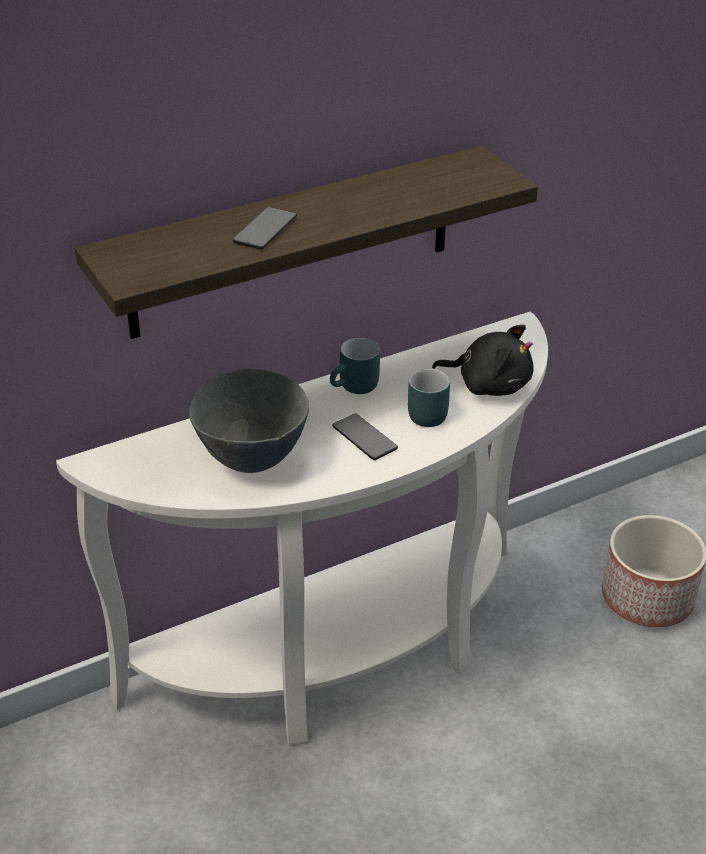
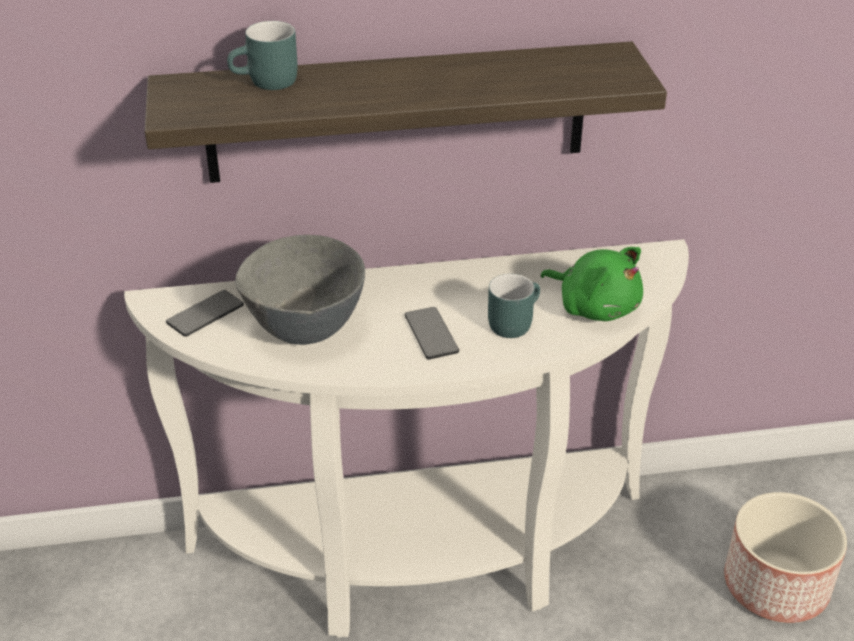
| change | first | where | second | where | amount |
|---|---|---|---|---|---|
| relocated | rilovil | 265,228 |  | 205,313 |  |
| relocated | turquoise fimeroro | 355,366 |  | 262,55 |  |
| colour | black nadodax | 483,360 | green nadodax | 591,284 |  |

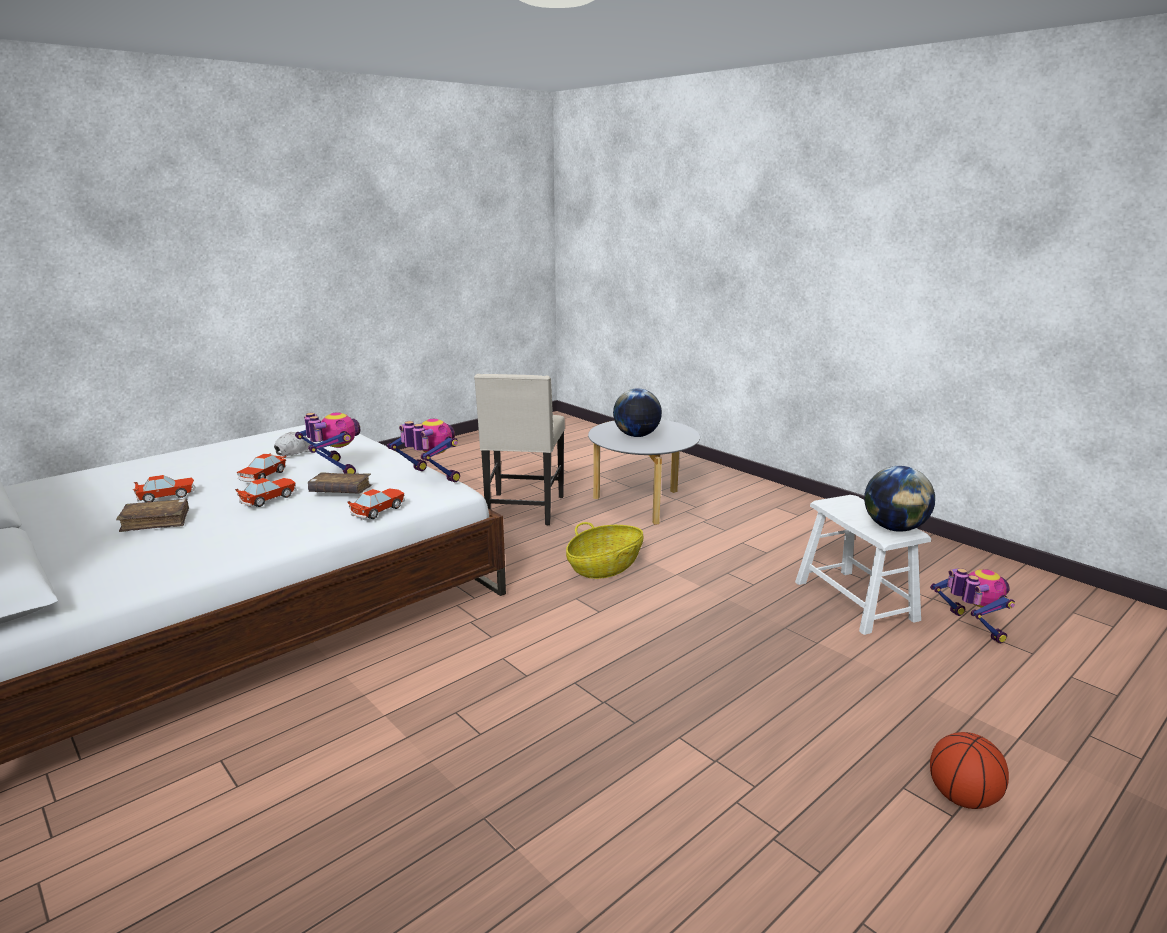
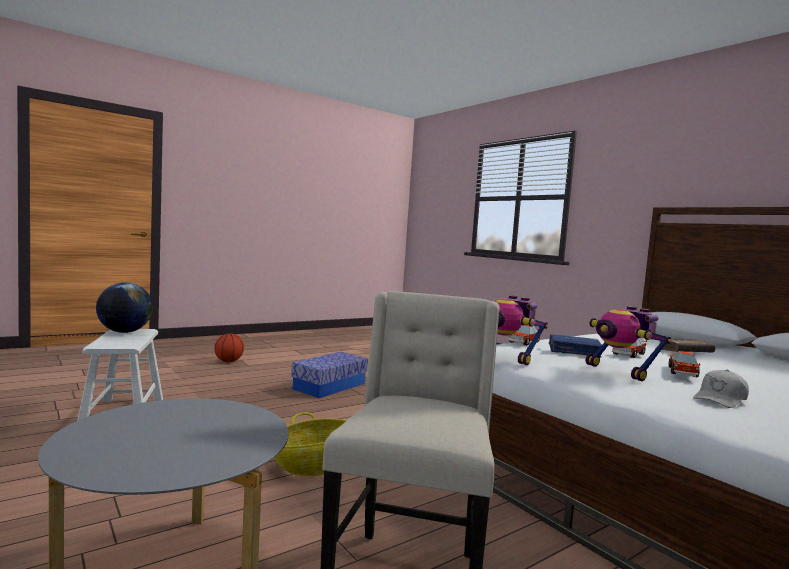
| change | first | where | second | where | amount |
|---|---|---|---|---|---|
| missing | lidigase | 164,488 |  |  |  |
| missing | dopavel | 637,412 |  |  |  |
| missing | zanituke | 972,606 |  |  |  |
| appeared |  |  | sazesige | 329,375 |  |
| colour | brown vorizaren | 340,483 | blue vorizaren | 575,346 |  |

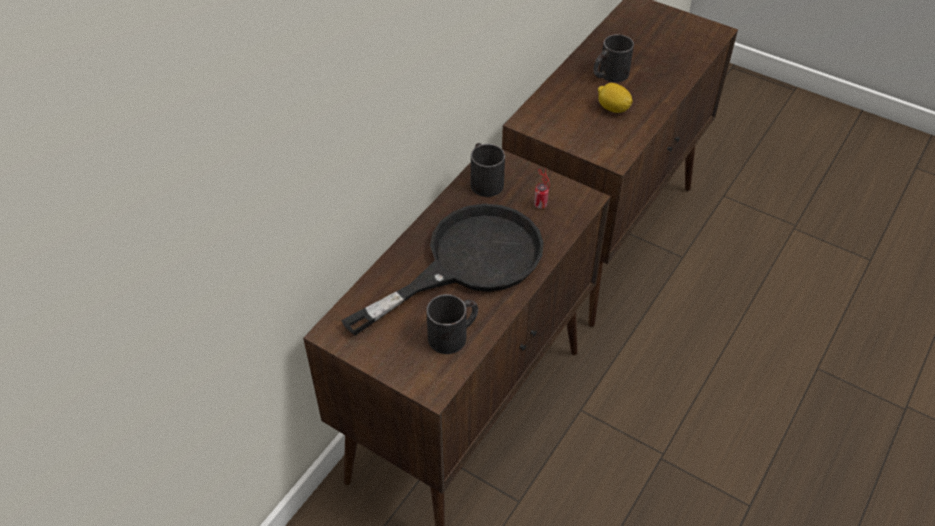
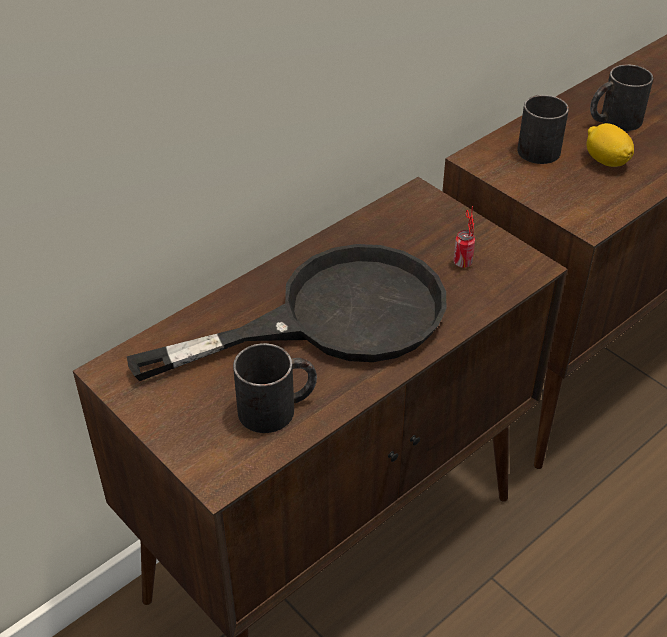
| change | first | where | second | where | amount |
|---|---|---|---|---|---|
| relocated | black fimeroro | 488,170 |  | 543,129 |  |

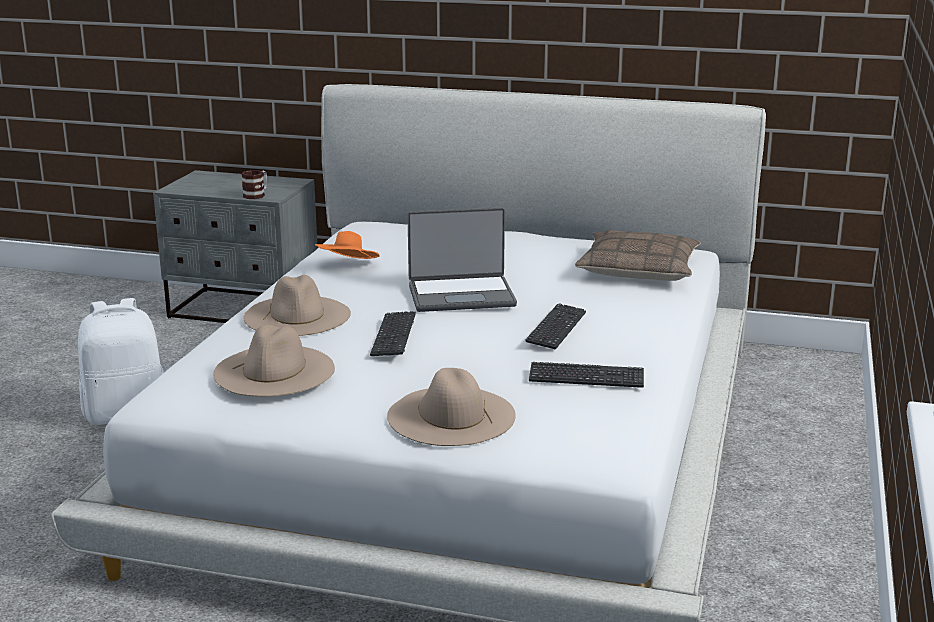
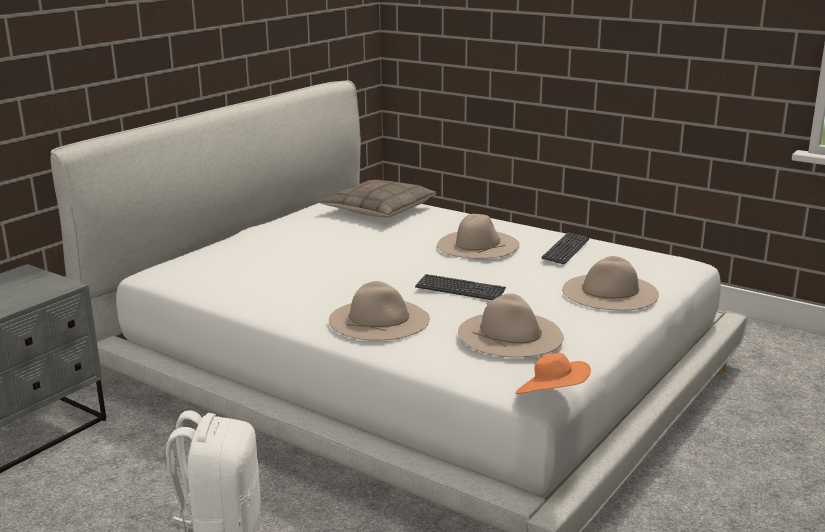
| change | first | where | second | where | amount |
|---|---|---|---|---|---|
| missing | fimeroro | 254,184 |  |  |  |
| missing | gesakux | 462,259 |  |  |  |
| relocated | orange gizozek | 347,245 |  | 553,373 |  |
| exchanged | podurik | 555,326 | beige gizozek | 478,236 |  |

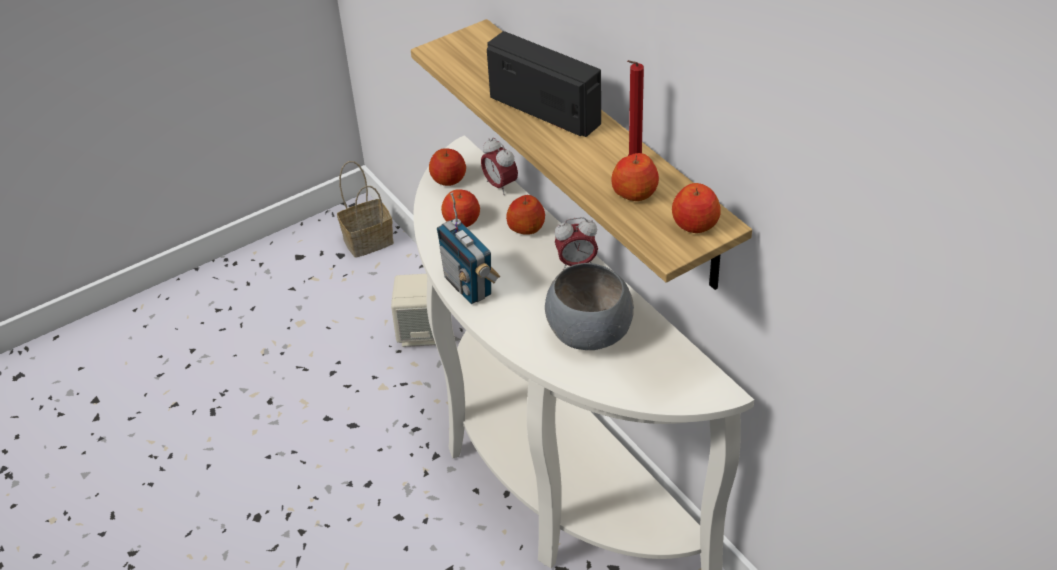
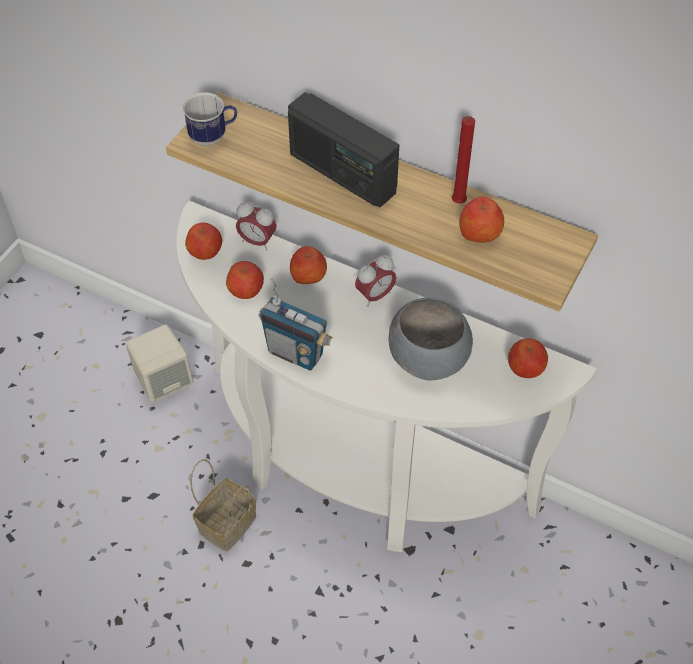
| change | first | where | second | where | amount |
|---|---|---|---|---|---|
| appeared |  |  | fimeroro | 209,119 |  |
| relocated | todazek | 365,209 |  | 223,505 |  |
| relocated | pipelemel | 696,208 |  | 528,358 |  |
| spun | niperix | 544,84 |  | 343,149 | 150 degrees counterclockwise |

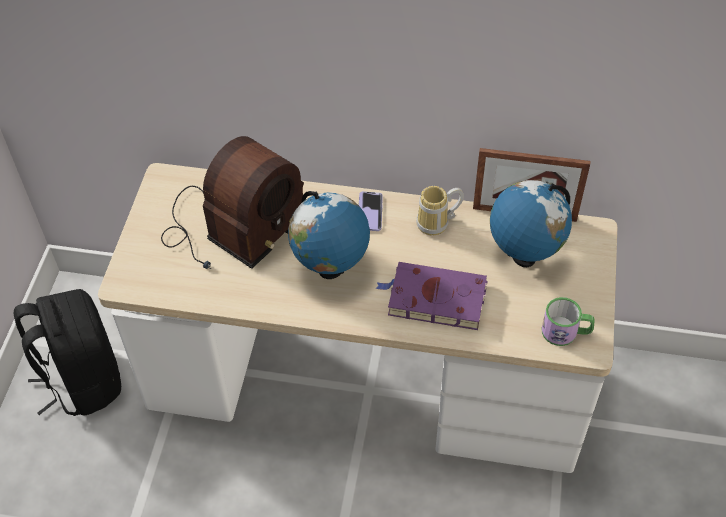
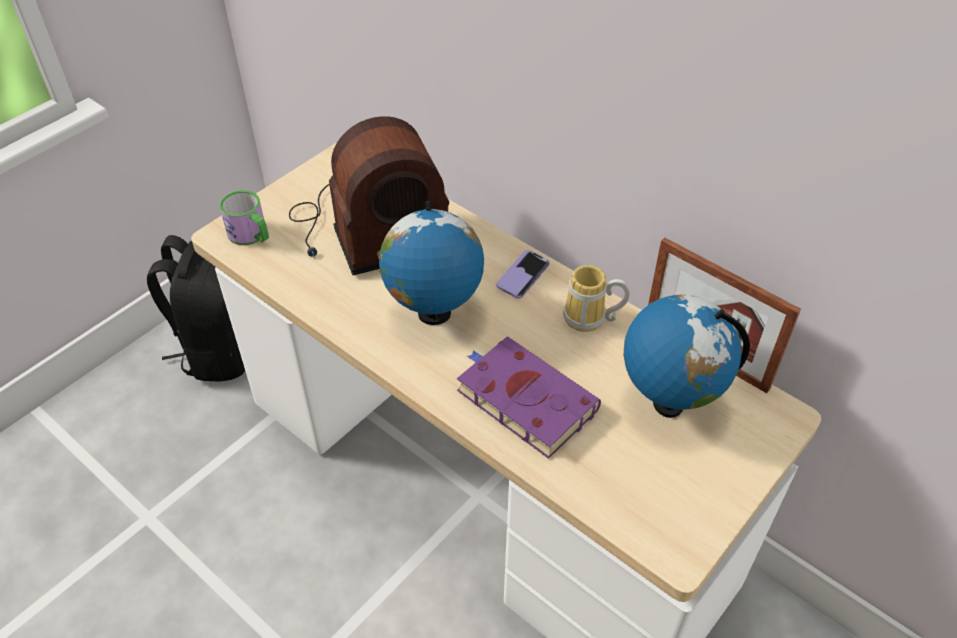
| change | first | where | second | where | amount |
|---|---|---|---|---|---|
| relocated | fimeroro | 568,321 |  | 244,217 |  |

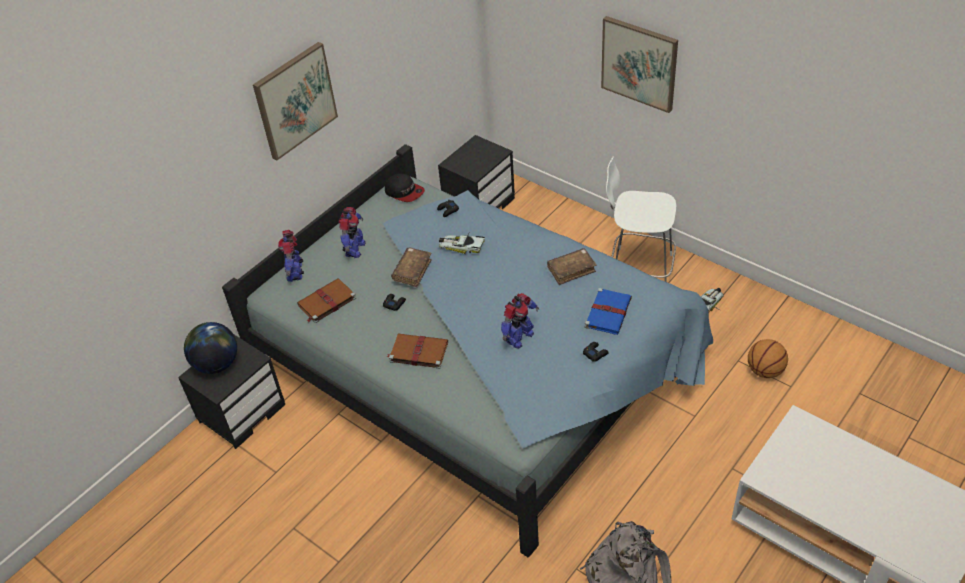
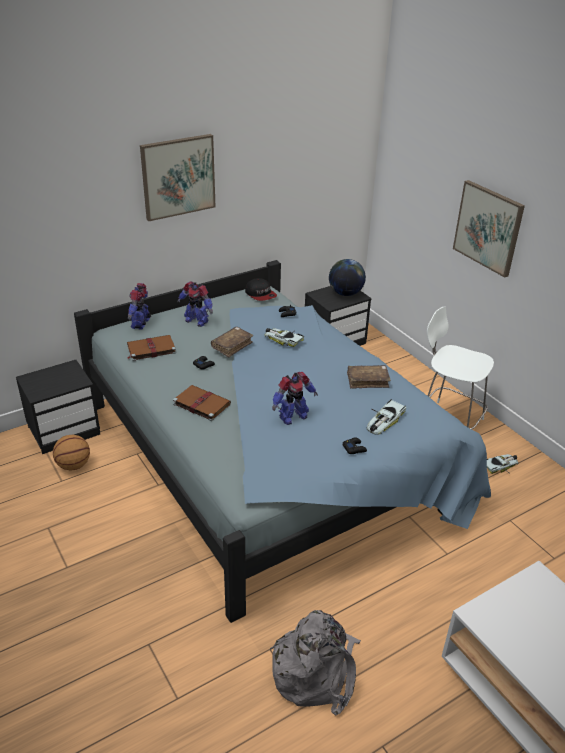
| change | first | where | second | where | amount |
|---|---|---|---|---|---|
| relocated | dopavel | 210,348 |  | 347,277 |  |
| relocated | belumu | 768,358 |  | 71,452 |  |
| exchanged | blue vorizaren | 608,311 | lidigase | 386,417 |  |
| spun | zanituke | 352,232 |  | 195,304 | 90 degrees clockwise |

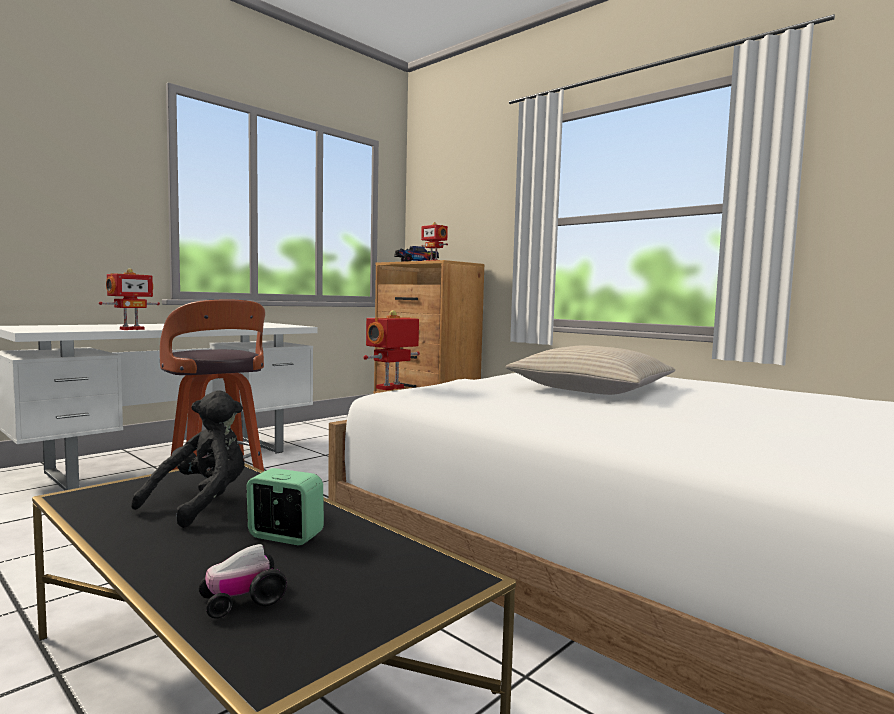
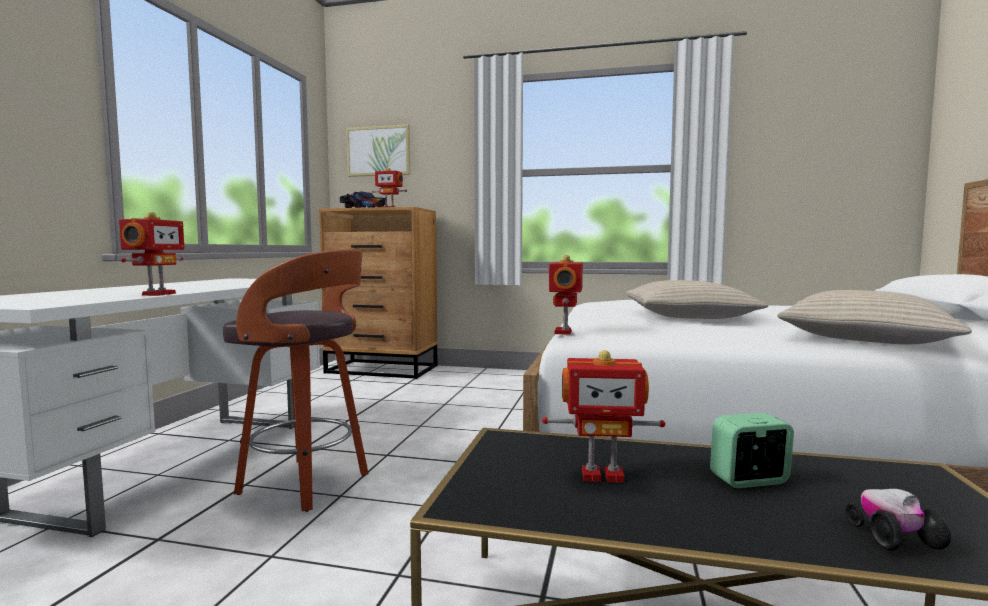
| change | first | where | second | where | amount |
|---|---|---|---|---|---|
| appeared |  |  | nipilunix | 378,151 |  |
| appeared |  |  | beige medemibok | 874,317 |  |
| exchanged | black nadodax | 188,459 | zanituke | 604,416 |  |
| spun | lidigase | 243,581 |  | 898,519 | 150 degrees clockwise |

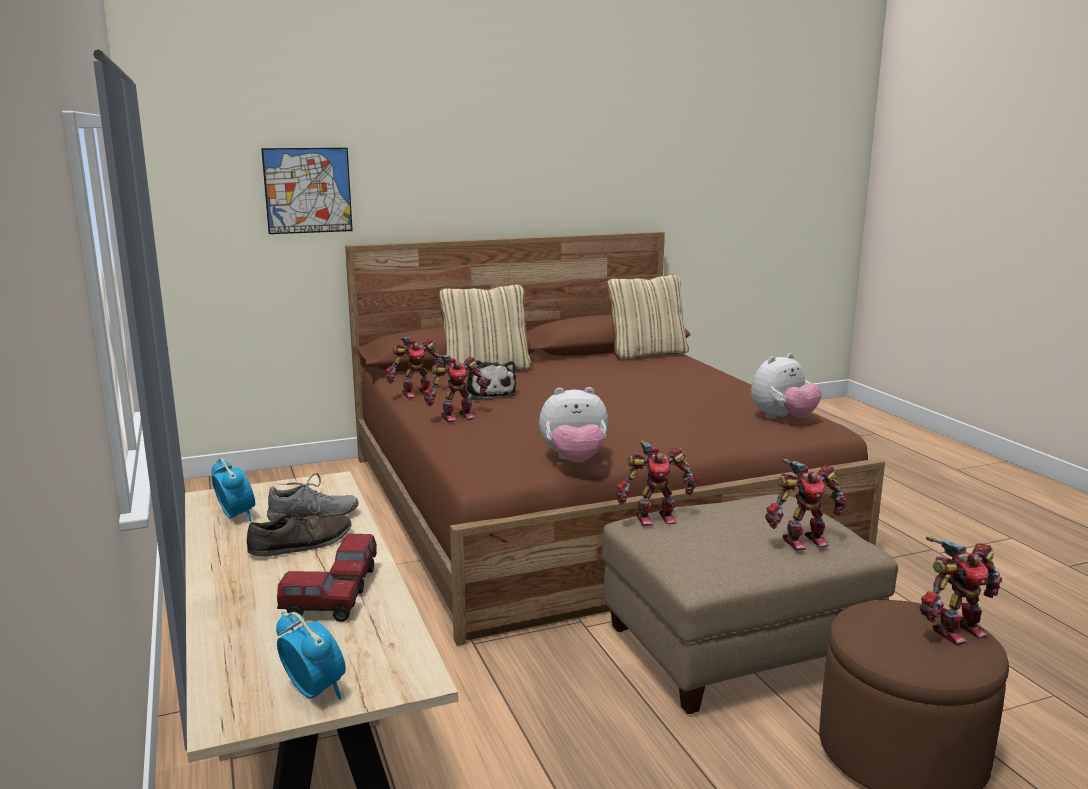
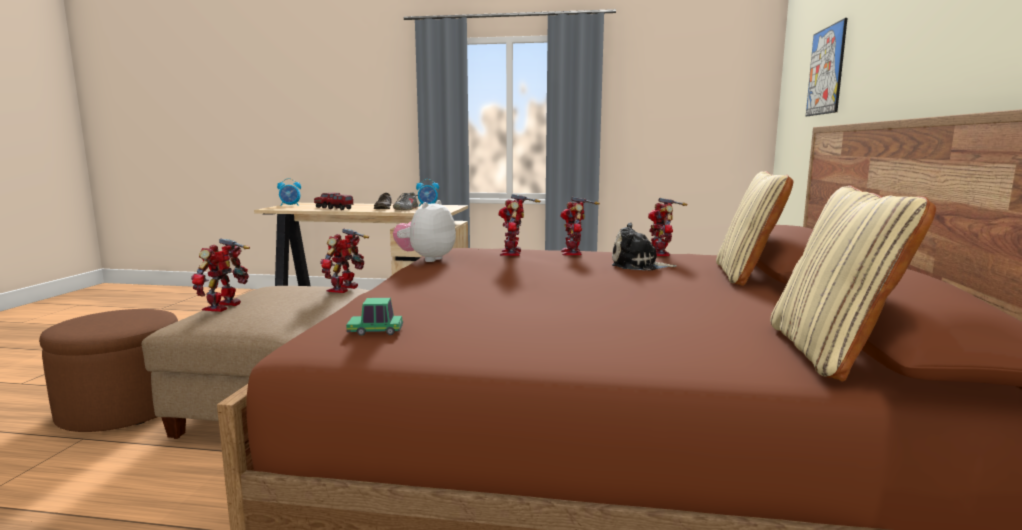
| change | first | where | second | where | amount |
|---|---|---|---|---|---|
| relocated | zanituke | 961,590 |  | 519,225 |  |
| exchanged | nadodax | 786,386 | lidigase | 374,317 |  |

